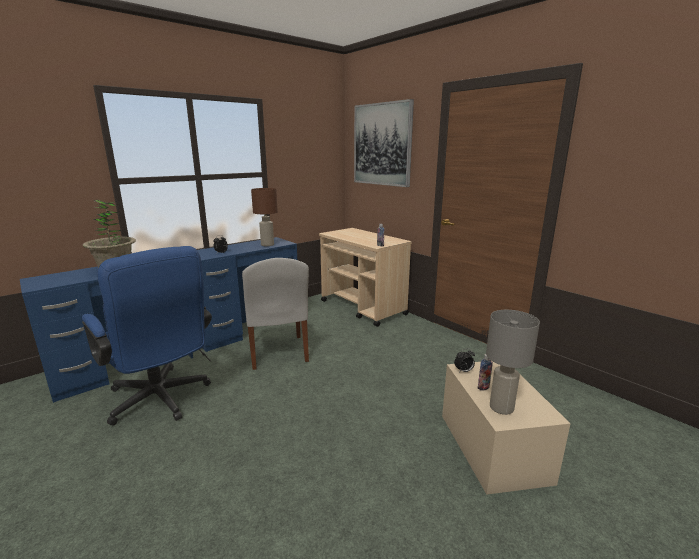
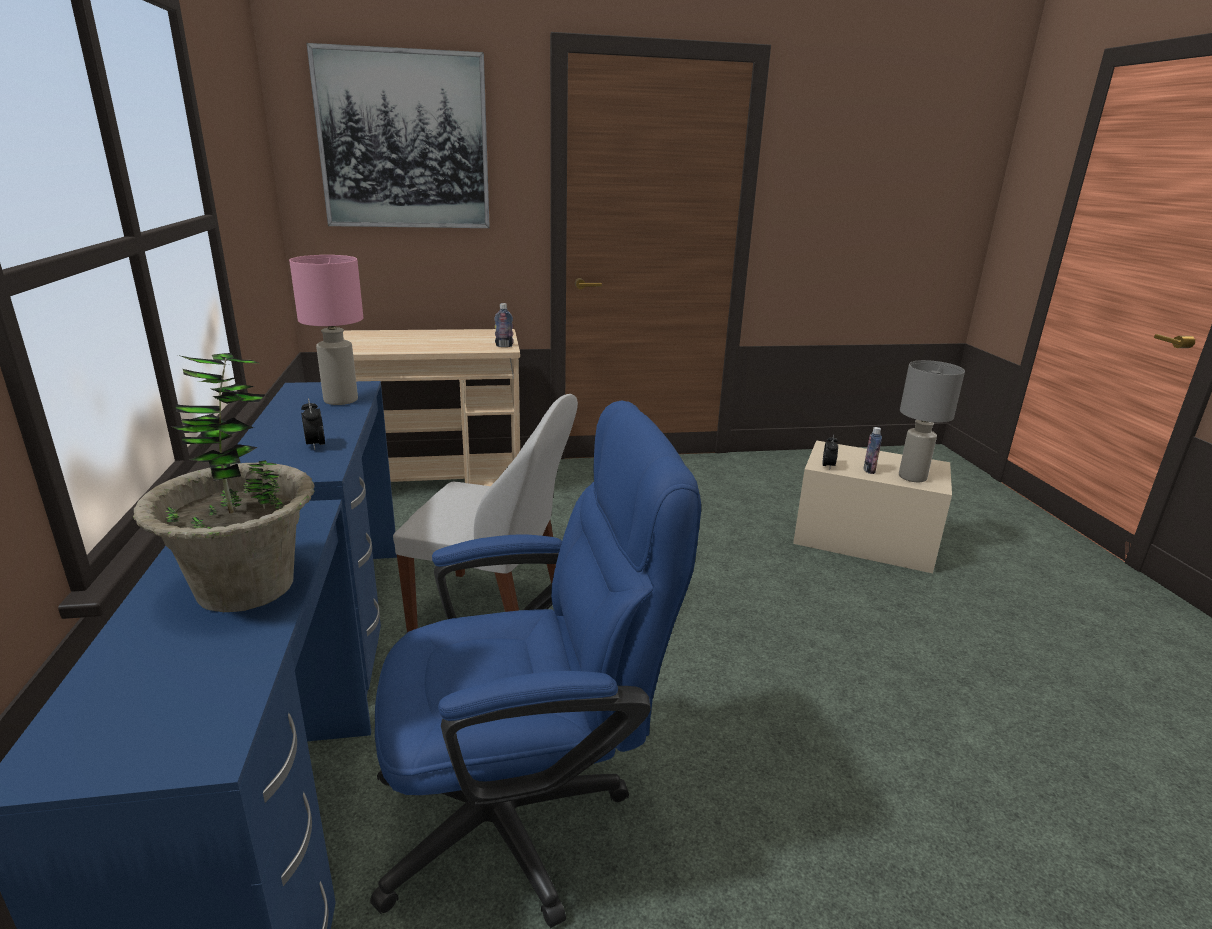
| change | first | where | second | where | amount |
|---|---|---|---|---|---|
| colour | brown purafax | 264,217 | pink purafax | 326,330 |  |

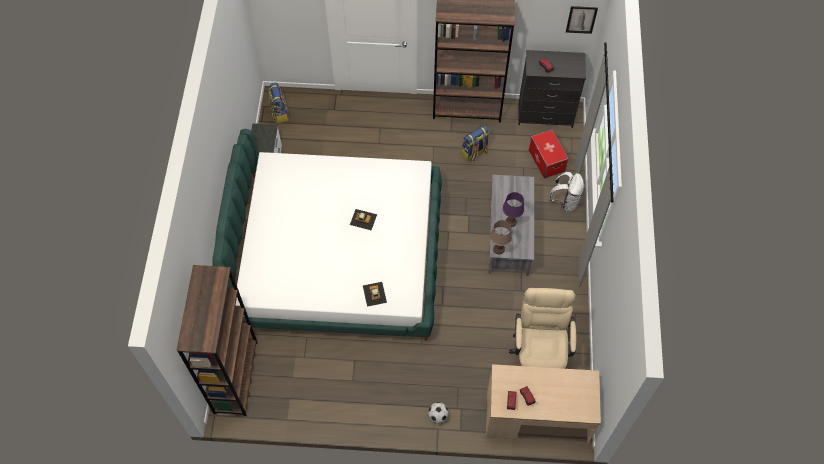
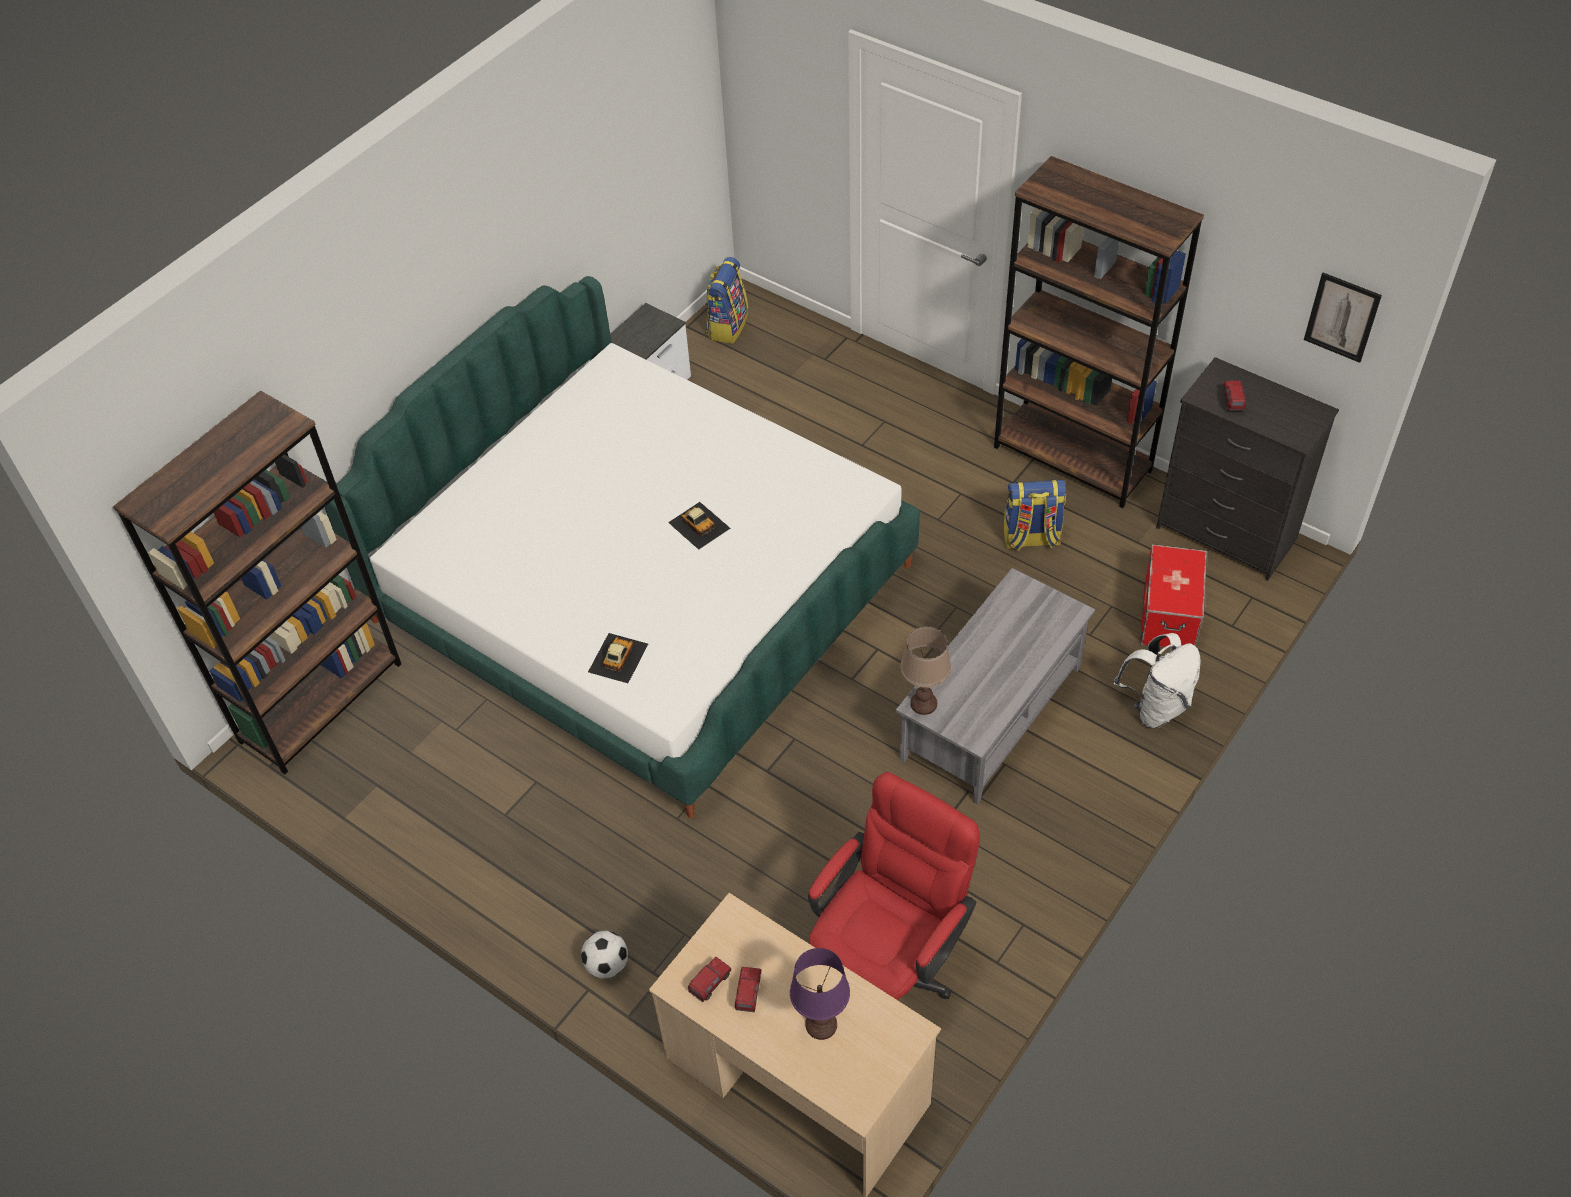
| change | first | where | second | where | amount |
|---|---|---|---|---|---|
| relocated | purple purafax | 513,209 |  | 820,994 |  |
| colour | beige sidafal | 542,328 | red sidafal | 894,886 |  |

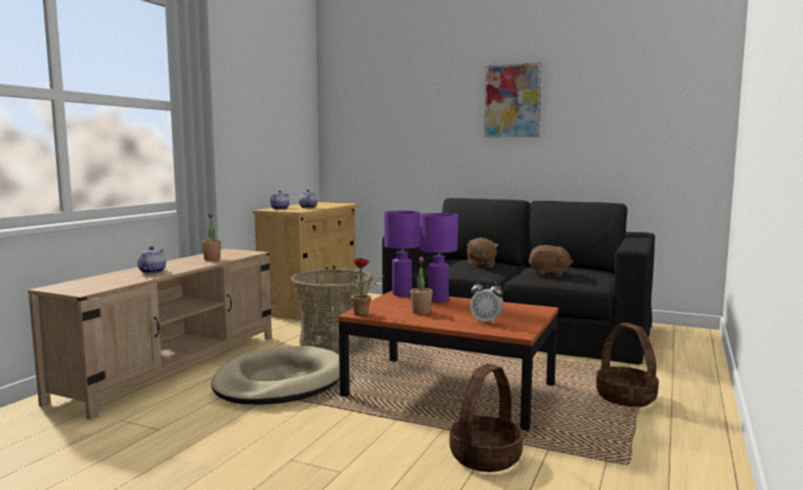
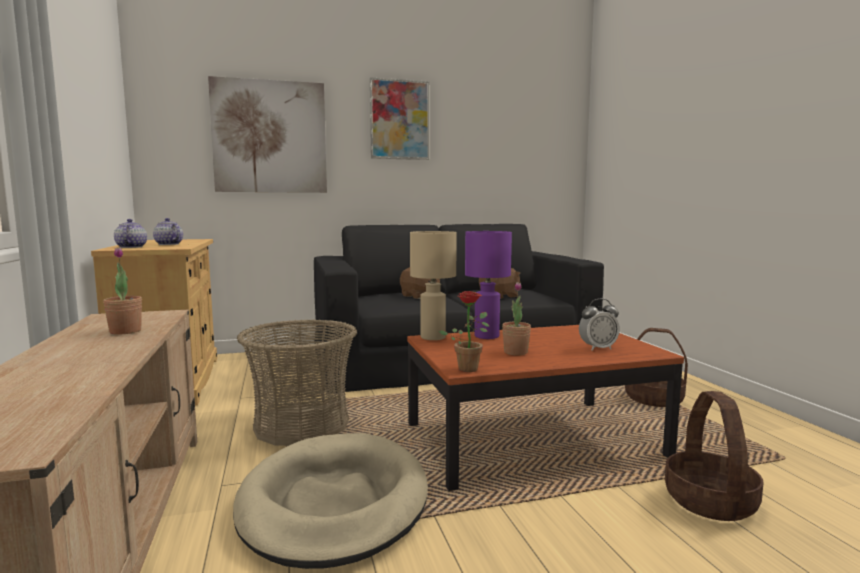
| change | first | where | second | where | amount |
|---|---|---|---|---|---|
| missing | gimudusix | 151,260 |  |  |  |
| appeared |  |  | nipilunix | 267,134 |  |
| colour | purple purafax | 402,253 | beige purafax | 433,285 |  |

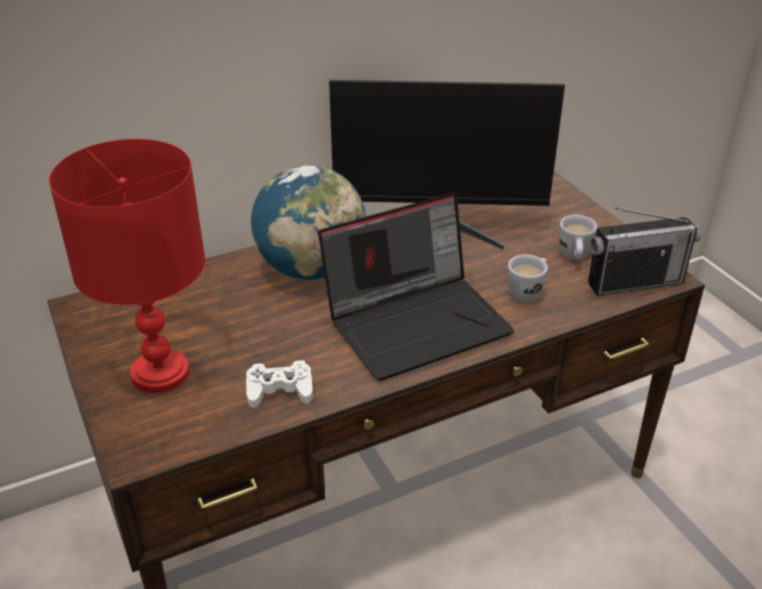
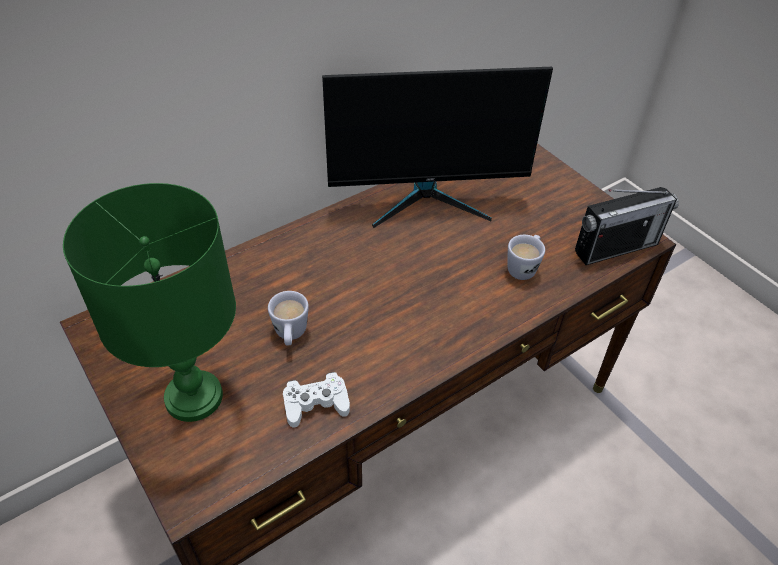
| change | first | where | second | where | amount |
|---|---|---|---|---|---|
| missing | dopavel | 308,222 |  |  |  |
| missing | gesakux | 416,287 |  |  |  |
| relocated | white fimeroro | 578,237 |  | 288,318 |  |
| colour | red purafax | 127,266 | green purafax | 149,302 |  |

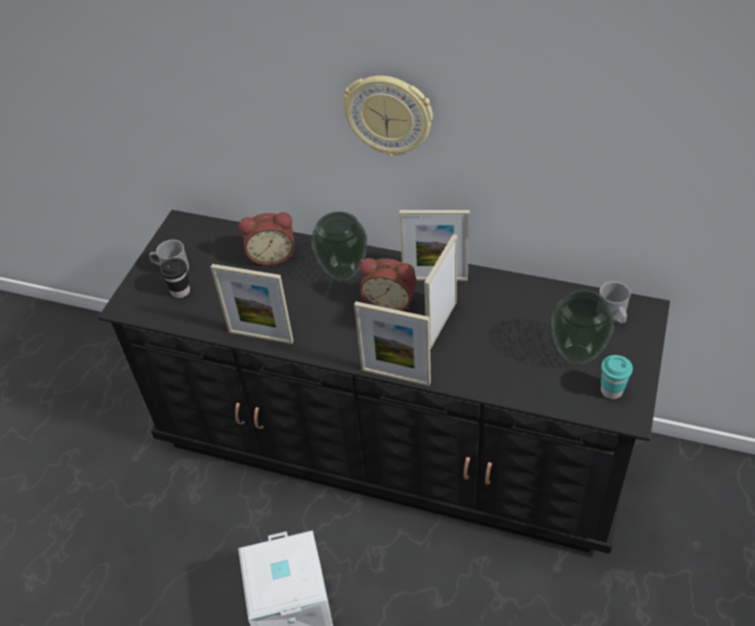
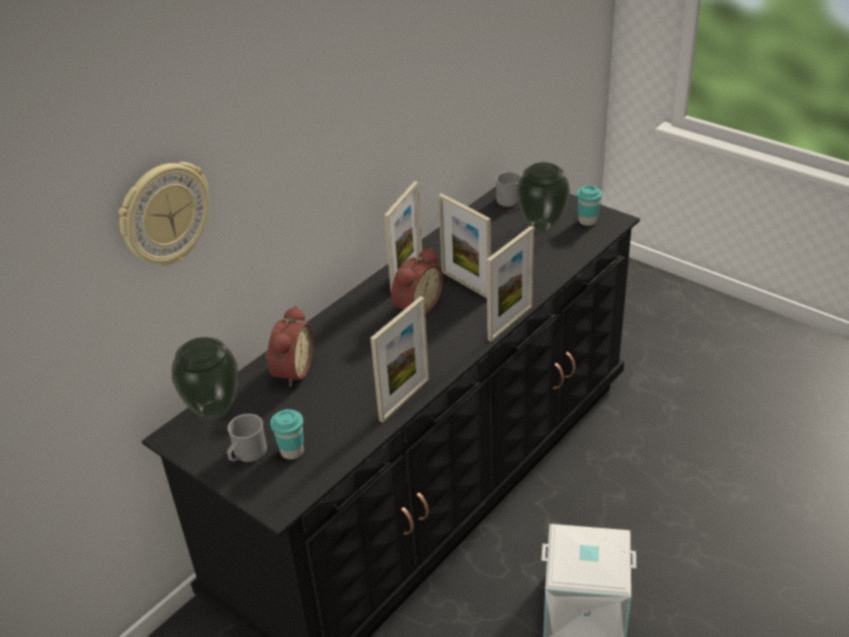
| change | first | where | second | where | amount |
|---|---|---|---|---|---|
| relocated | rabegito | 339,246 |  | 205,378 |  |
| relocated | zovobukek | 388,115 |  | 164,214 |  |
| colour | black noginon | 175,278 | turquoise noginon | 287,434 |  |

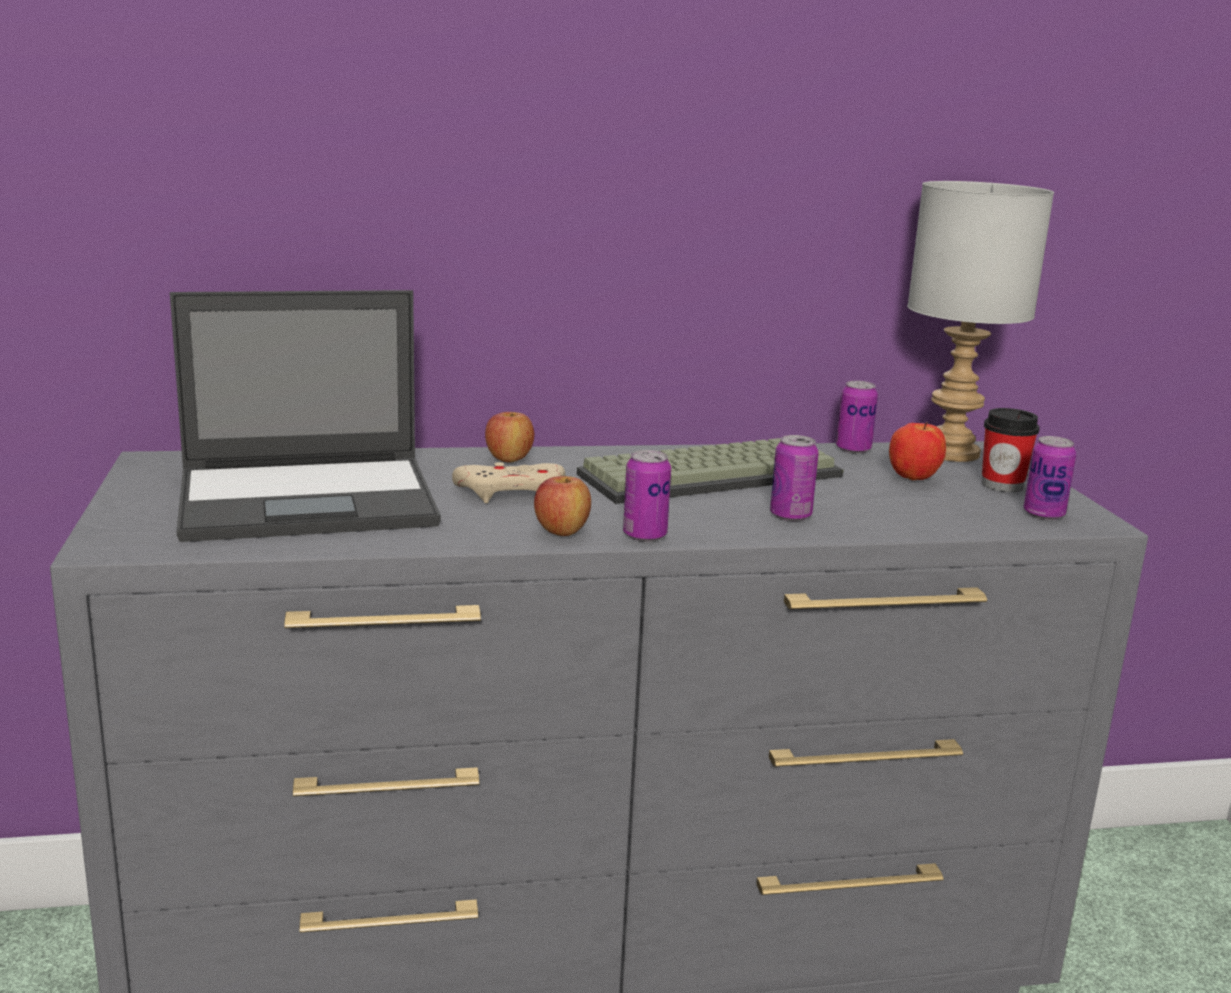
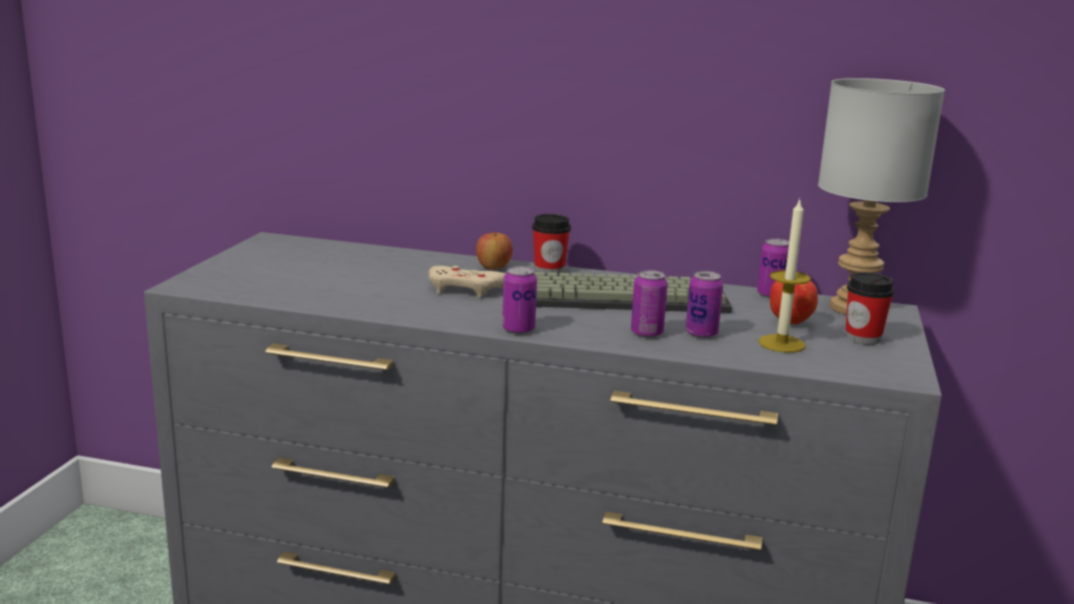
| change | first | where | second | where | amount |
|---|---|---|---|---|---|
| missing | gesakux | 305,416 |  |  |  |
| missing | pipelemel | 562,506 |  |  |  |
| appeared |  |  | noginon | 551,244 |  |
| appeared |  |  | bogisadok | 784,276 |  |
| relocated | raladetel | 1049,478 |  | 704,304 |  |

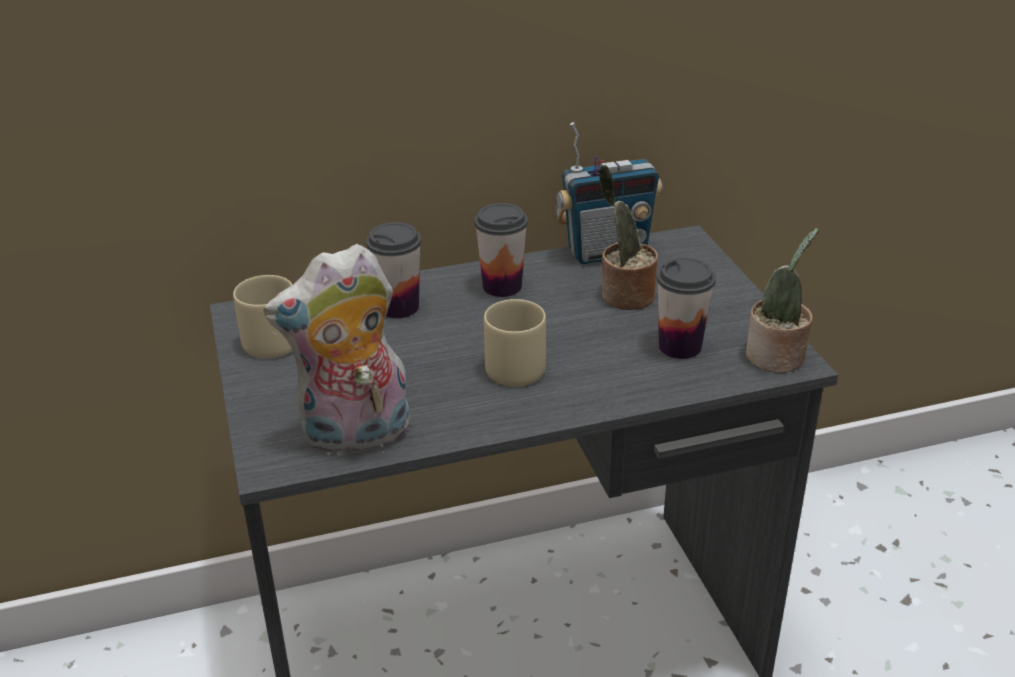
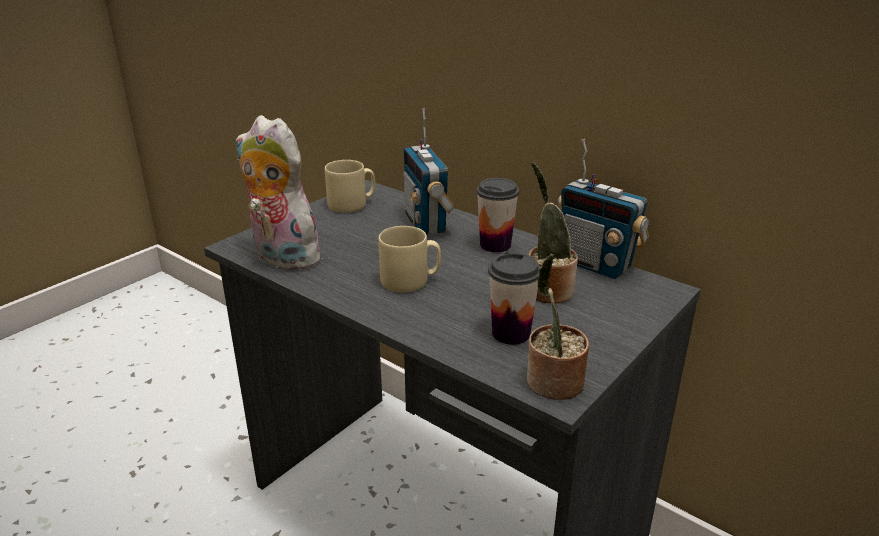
| change | first | where | second | where | amount |
|---|---|---|---|---|---|
| exchanged | noginon | 394,270 | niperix | 430,171 |  |

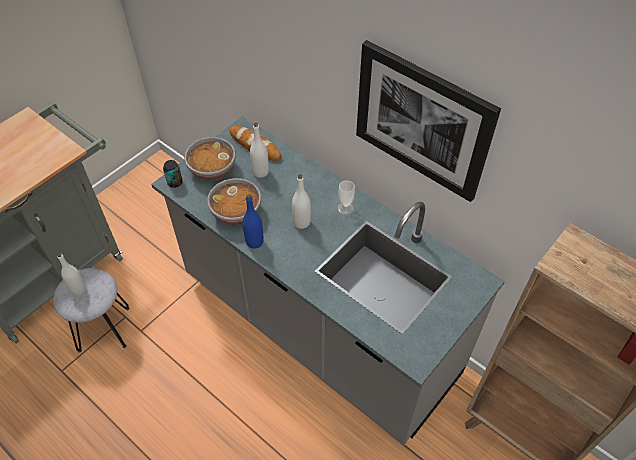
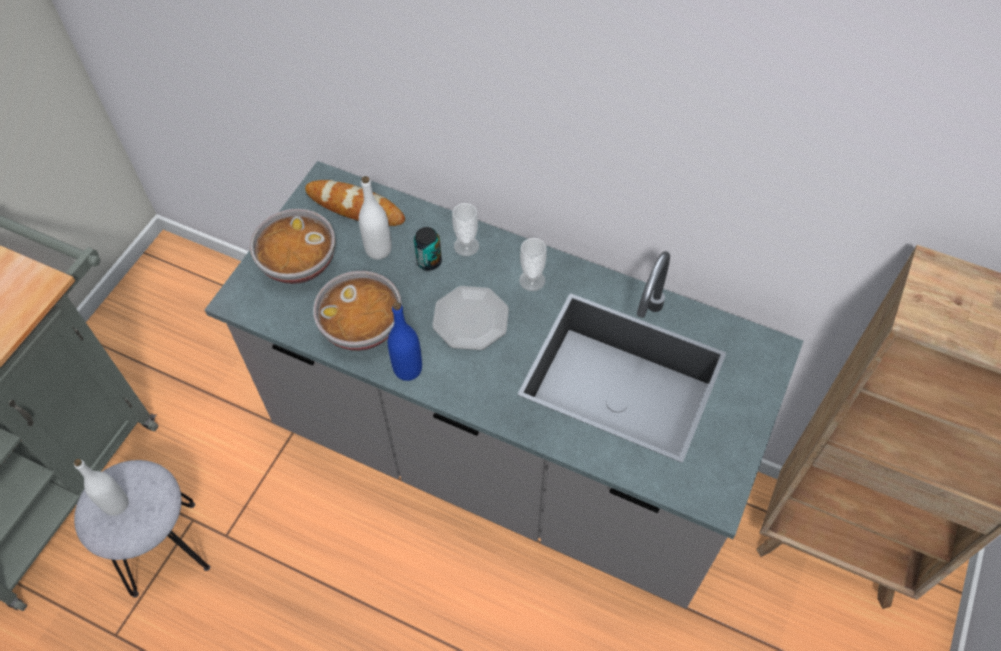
| change | first | where | second | where | amount |
|---|---|---|---|---|---|
| missing | nipilunix | 428,121 |  |  |  |
| appeared |  |  | noginon | 465,229 |  |
| relocated | raladetel | 173,174 |  | 428,249 |  |
| exchanged | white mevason | 301,201 | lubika | 470,318 |  |

